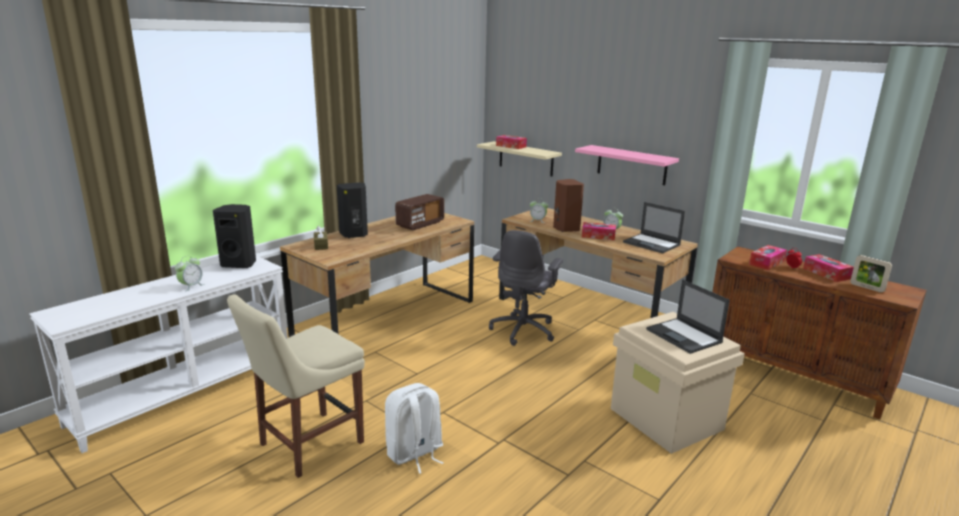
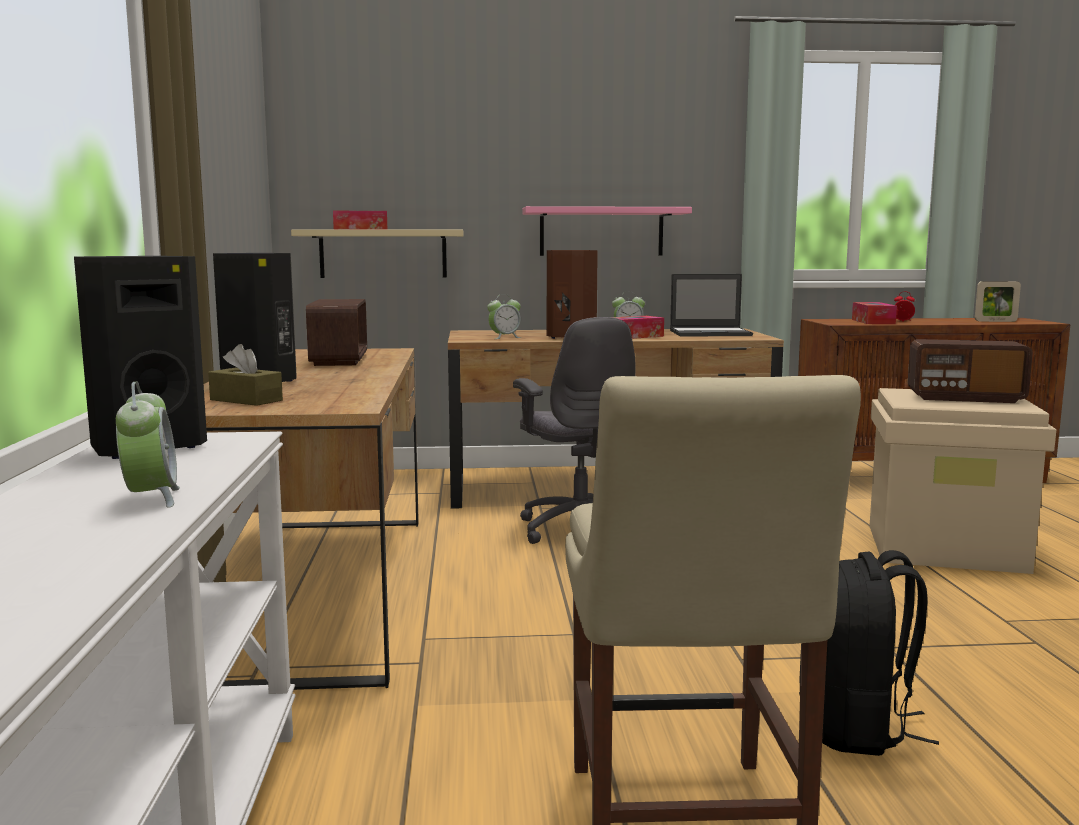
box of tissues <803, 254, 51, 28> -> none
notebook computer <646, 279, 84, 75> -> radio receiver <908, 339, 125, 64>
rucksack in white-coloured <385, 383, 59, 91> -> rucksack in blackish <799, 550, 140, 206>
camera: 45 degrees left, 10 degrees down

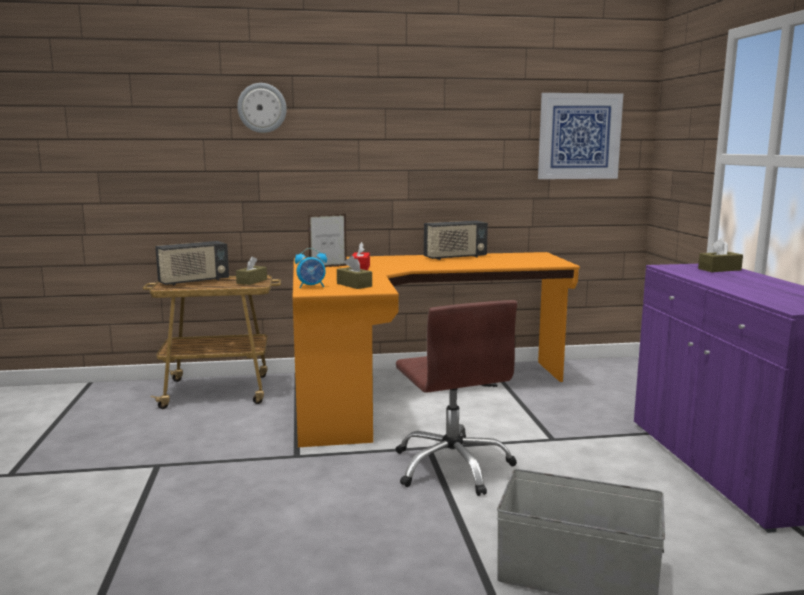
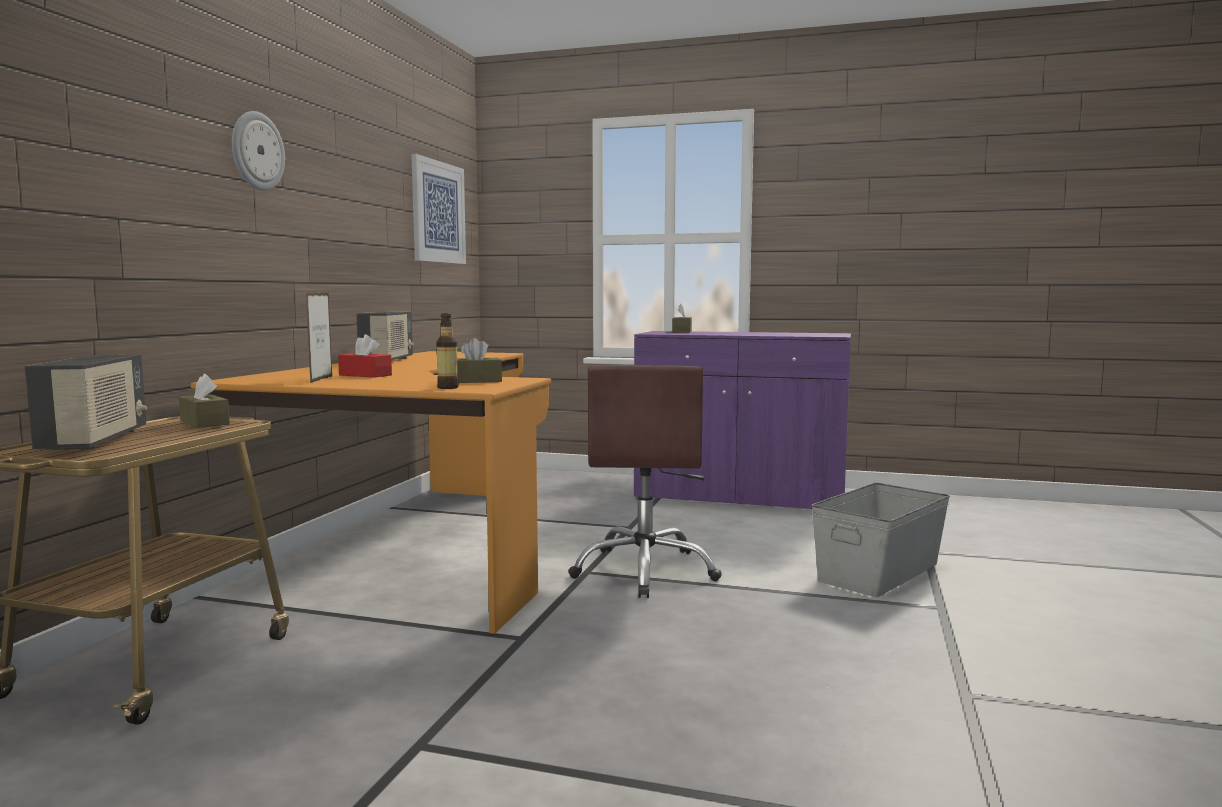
wall clock <237, 83, 50, 50> -> wall clock <232, 111, 53, 80>, shifted
table clock <295, 248, 32, 40> -> beverage bottle <436, 313, 23, 76>
computer chair in brown-coloured <396, 300, 121, 196> -> computer chair in brown-coloured <568, 365, 154, 233>, 90 degrees clockwise
camera: 65 degrees left, 5 degrees down

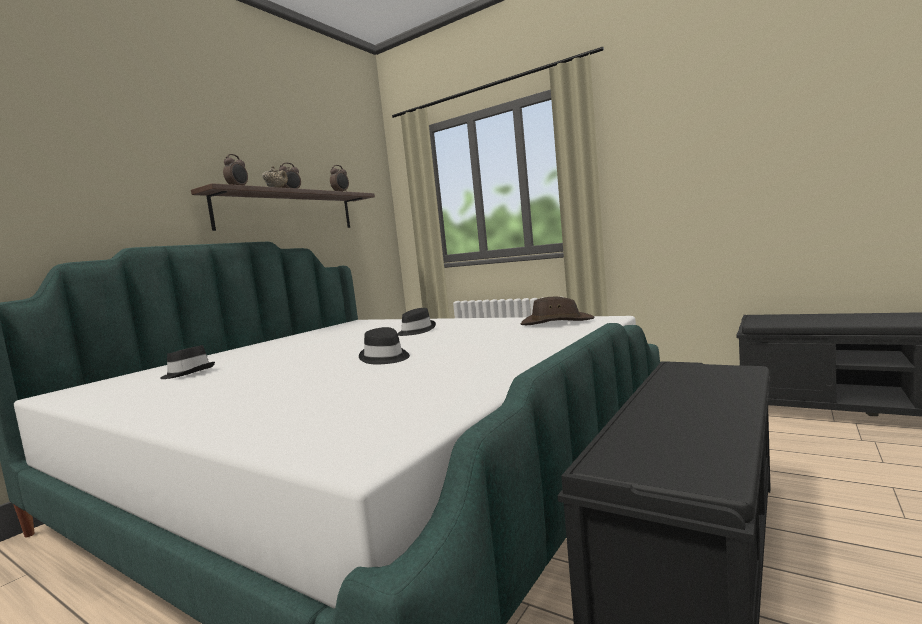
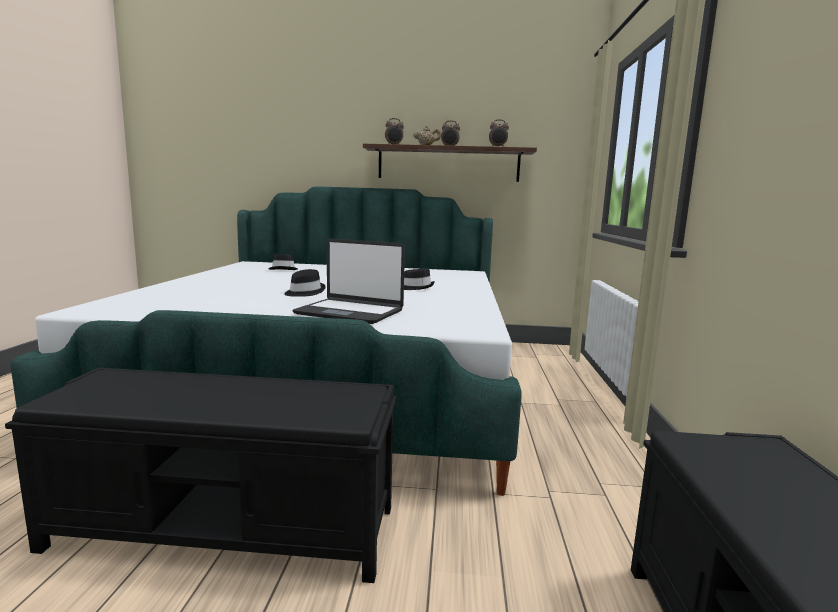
wearable hat in brown-coloured <521, 297, 73, 28> -> none
none -> notebook computer <292, 239, 113, 85>
camera: 60 degrees right, 5 degrees up

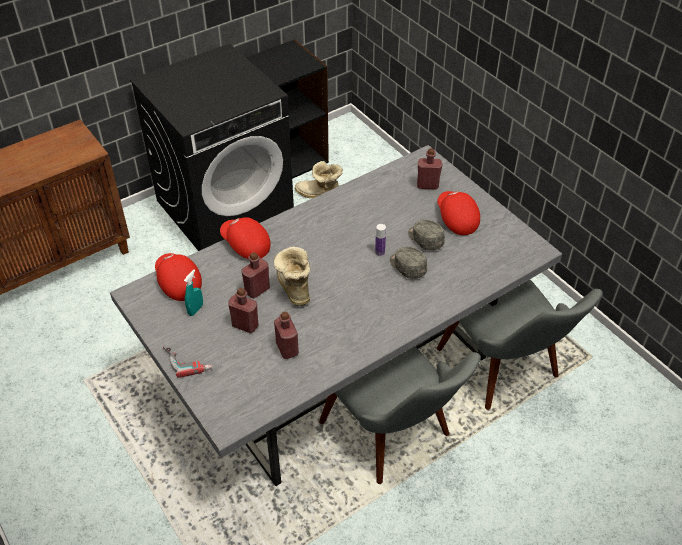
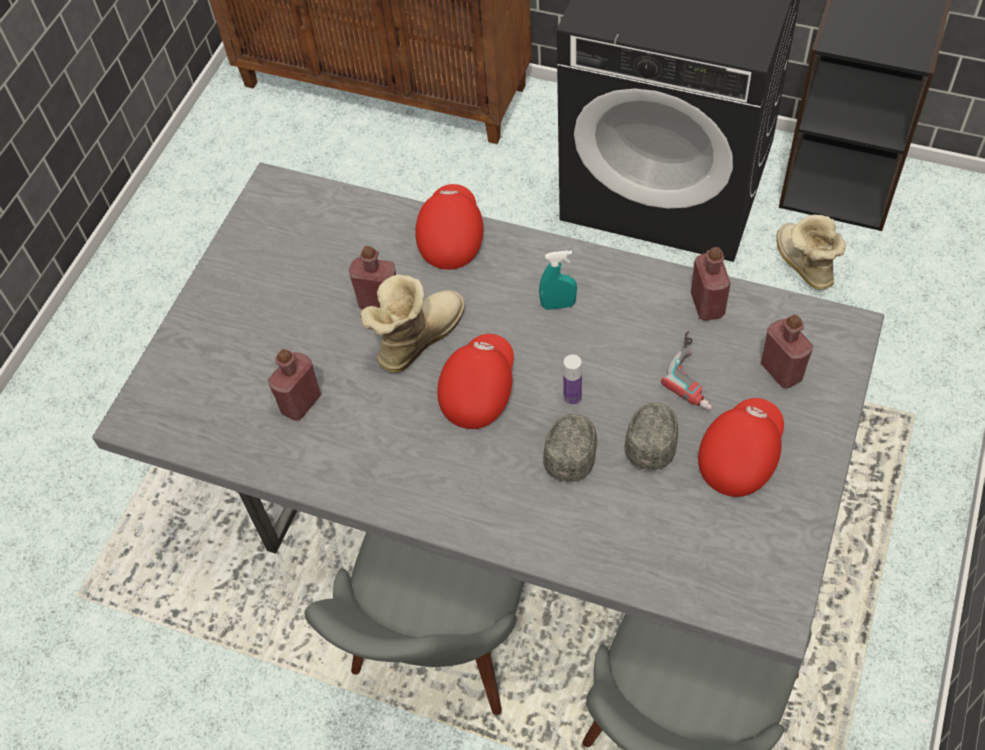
peaked cap in red-coloured <155, 253, 47, 48> -> peaked cap in red-coloured <437, 334, 77, 95>, shifted
hand sprayer in turquoise-coloured <184, 270, 19, 46> -> hand sprayer in turquoise-coloured <539, 251, 38, 59>, shifted
beverage bottle in red-coloured <228, 287, 31, 46> -> beverage bottle in red-coloured <691, 247, 40, 74>, shifted
power drill <163, 346, 49, 32> -> power drill <661, 331, 51, 79>, shifted
camera: 60 degrees right, 10 degrees up

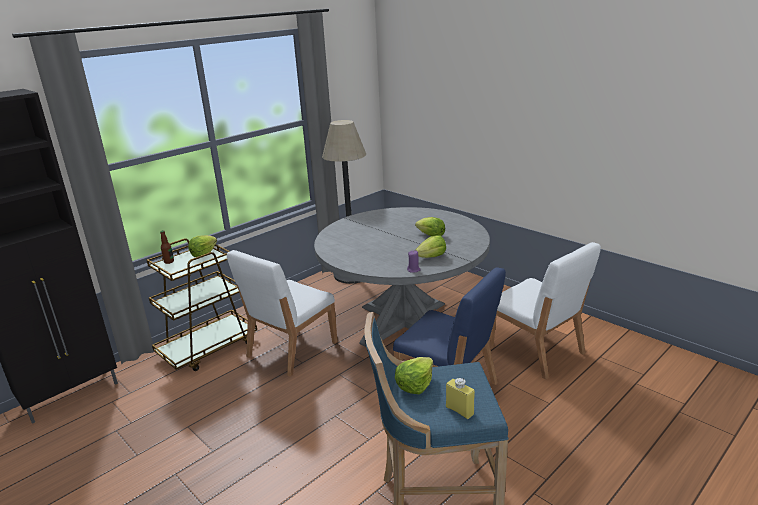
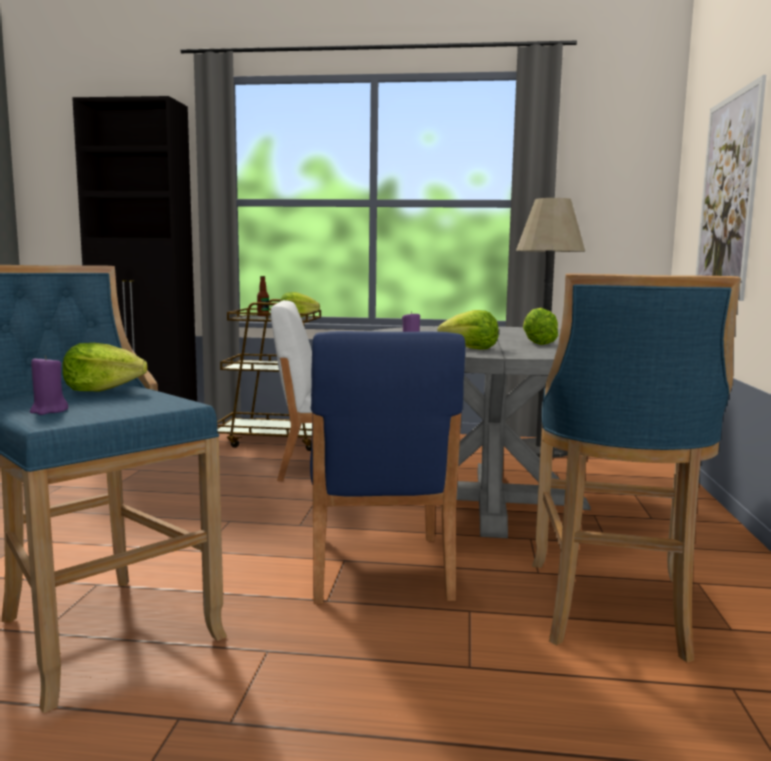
upright chair in white-coloured <489, 242, 112, 138> -> sitting stool in blue-coloured <532, 273, 209, 389>
beverage bottle in yellow-coloured <446, 378, 29, 41> -> wax candle in purplish <30, 355, 38, 60>
none -> wall art <696, 75, 70, 226>
camera: 50 degrees right, 15 degrees down

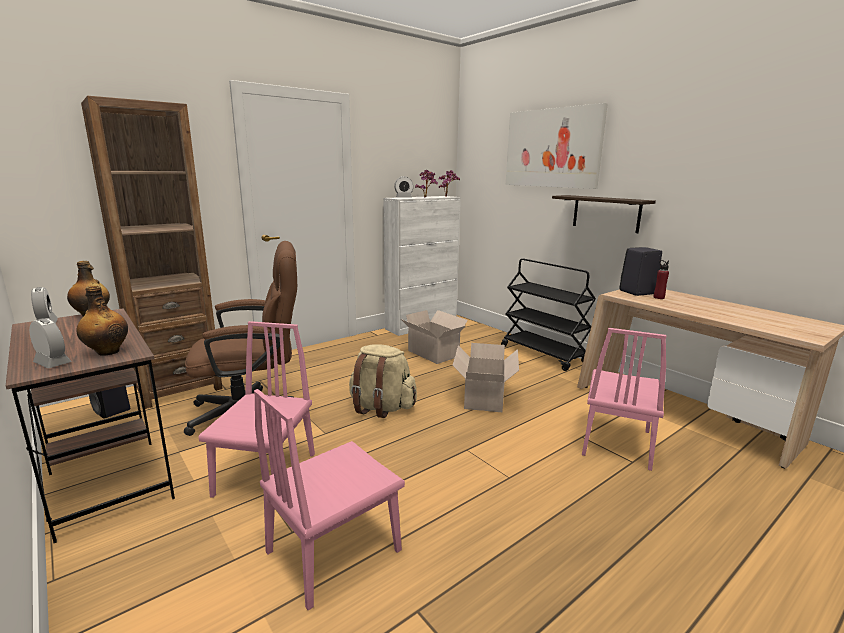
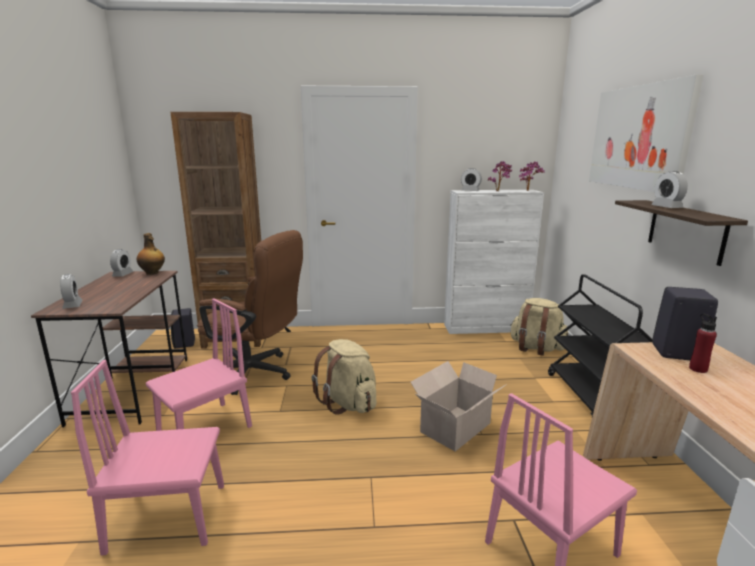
beverage bottle <76, 285, 52, 71> -> none
cardboard box <401, 310, 67, 54> -> none
none -> table clock <651, 171, 37, 37>
none -> rucksack in beige-coloured <510, 298, 59, 58>
camera: 35 degrees right, 0 degrees up

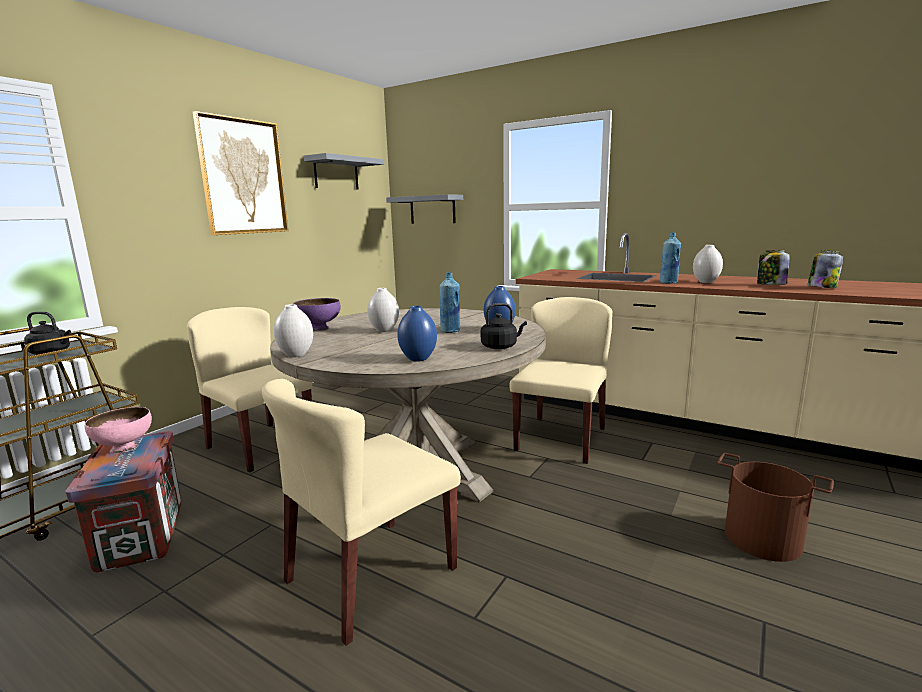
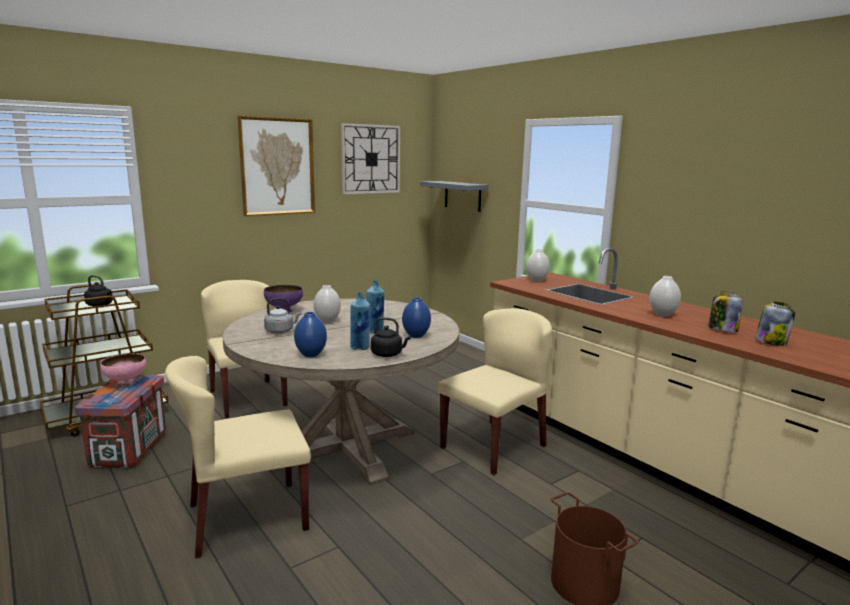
shelf in greyish <304, 153, 80, 36> -> wall clock <341, 123, 59, 71>
beverage bottle in blue-coloured <660, 233, 21, 51> -> beverage bottle in blue-coloured <350, 292, 20, 58>, shifted
flower vase in white-coloured <274, 304, 39, 53> -> flower vase in white-coloured <526, 249, 24, 33>, shifted
none -> water kettle in greyish <264, 298, 37, 36>
camera: 20 degrees right, 0 degrees up

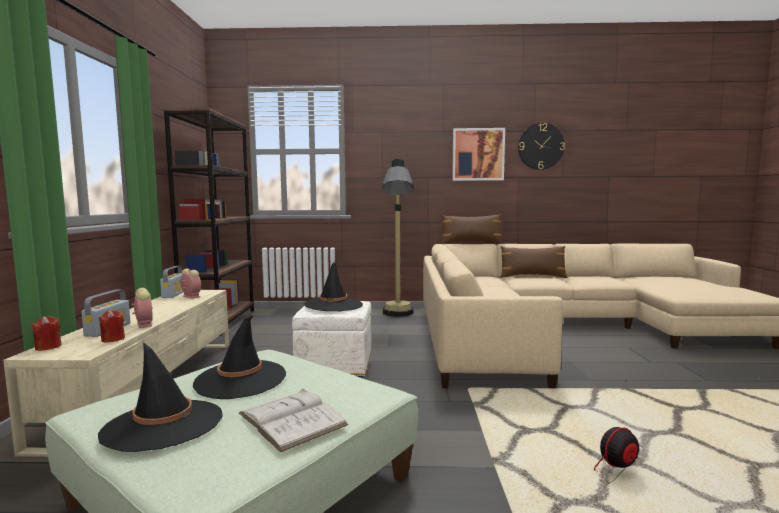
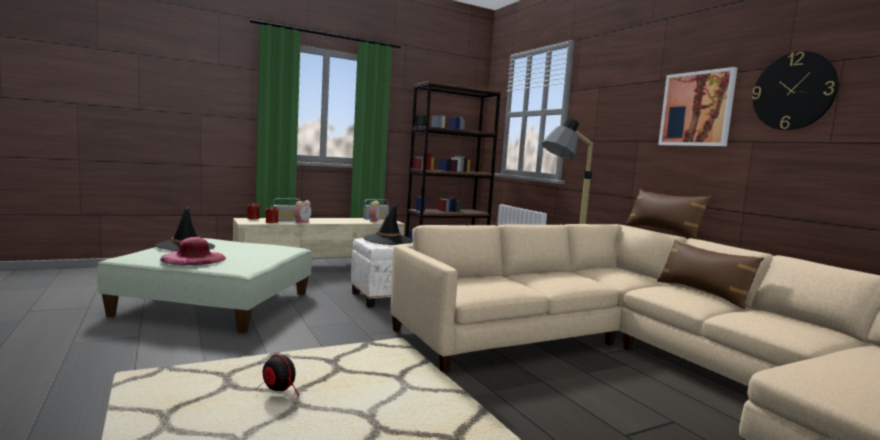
wearable hat in blackish <193, 315, 93, 84> -> none
volume in white-coloured <239, 388, 109, 64> -> wearable hat in pink-coloured <160, 237, 66, 28>
camera: 60 degrees right, 0 degrees up

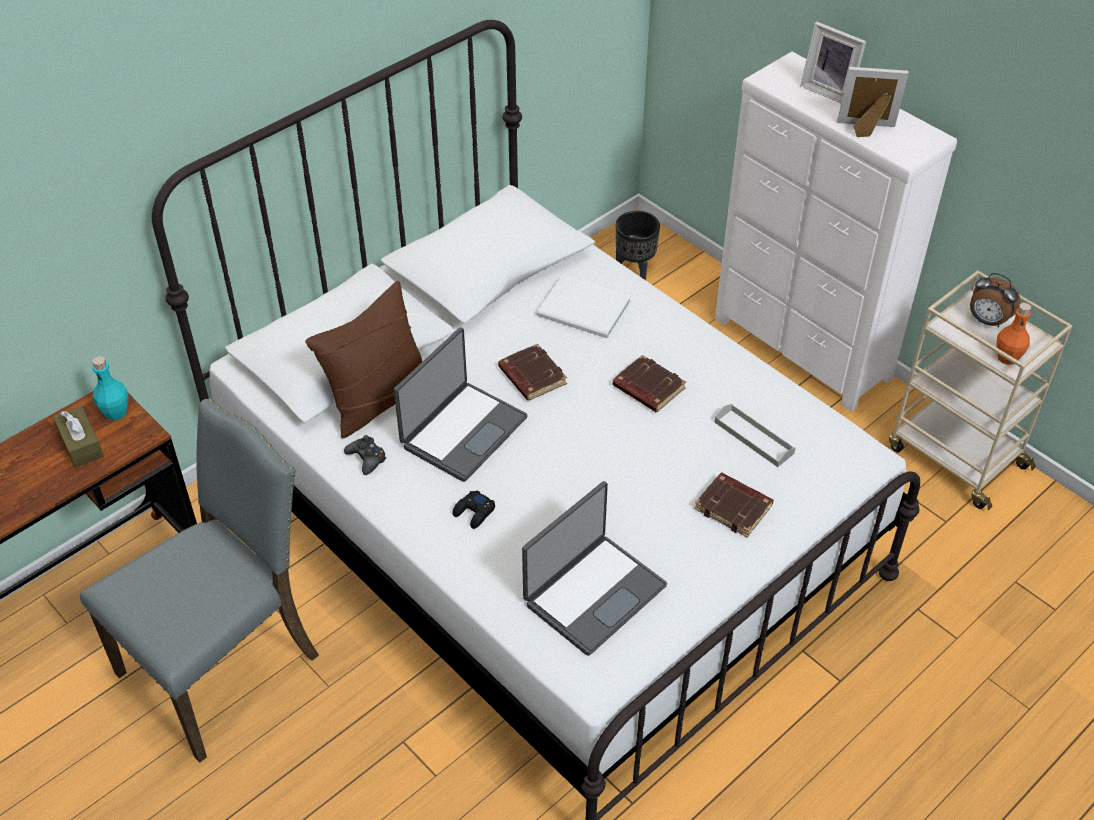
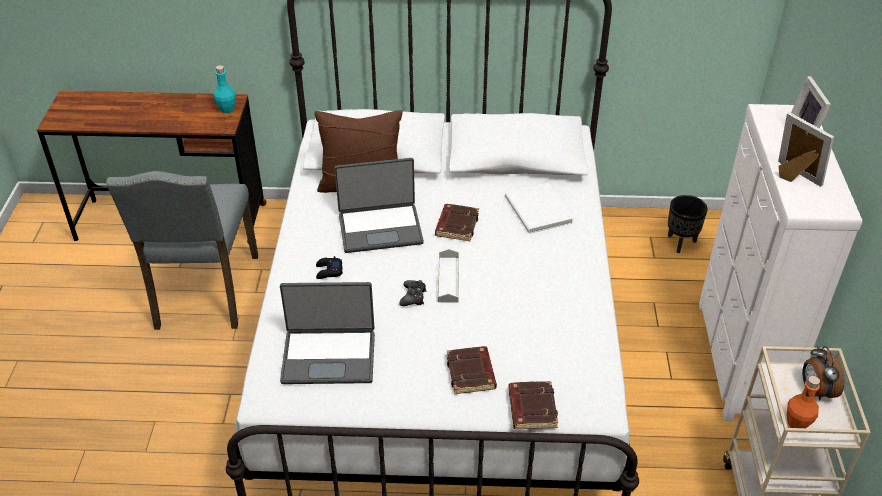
volume in brown-coloured <613, 355, 73, 57> -> volume in brown-coloured <508, 381, 50, 48>, shifted
upright chair in greyish <80, 398, 239, 365> -> upright chair in greyish <106, 171, 152, 159>, 90 degrees clockwise
carrying tray in greyish <714, 404, 82, 63> -> carrying tray in greyish <438, 249, 21, 54>, shifted
box of tissues in brown-coloured <53, 406, 51, 62> -> none
gamepad in blackish <344, 435, 42, 40> -> gamepad in blackish <399, 280, 27, 26>, shifted
camera: 45 degrees right, 5 degrees down

